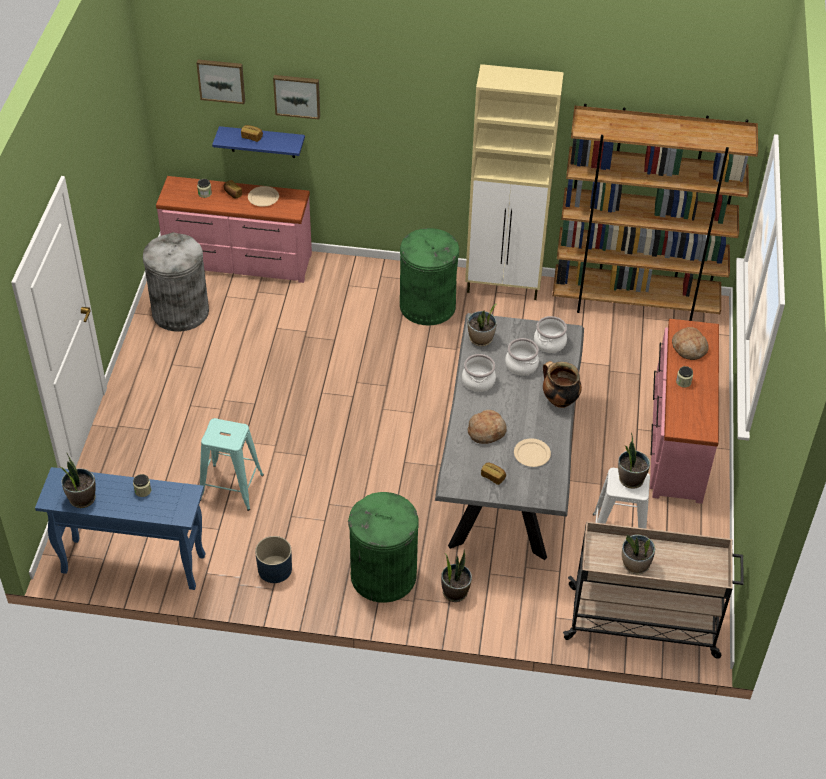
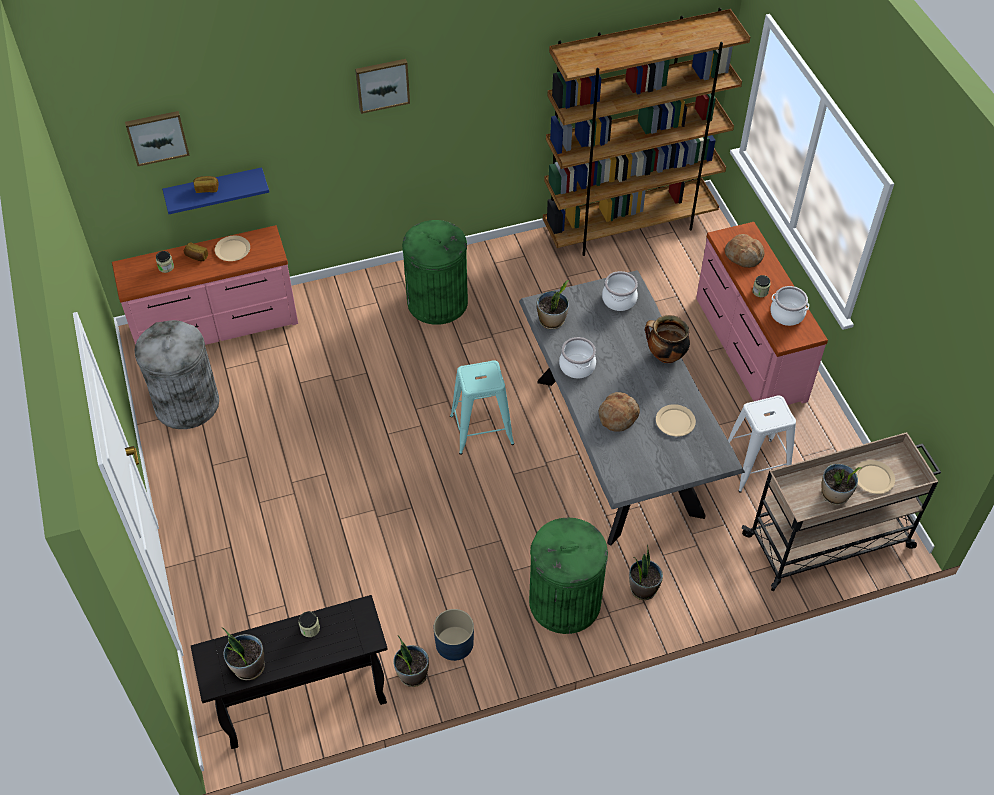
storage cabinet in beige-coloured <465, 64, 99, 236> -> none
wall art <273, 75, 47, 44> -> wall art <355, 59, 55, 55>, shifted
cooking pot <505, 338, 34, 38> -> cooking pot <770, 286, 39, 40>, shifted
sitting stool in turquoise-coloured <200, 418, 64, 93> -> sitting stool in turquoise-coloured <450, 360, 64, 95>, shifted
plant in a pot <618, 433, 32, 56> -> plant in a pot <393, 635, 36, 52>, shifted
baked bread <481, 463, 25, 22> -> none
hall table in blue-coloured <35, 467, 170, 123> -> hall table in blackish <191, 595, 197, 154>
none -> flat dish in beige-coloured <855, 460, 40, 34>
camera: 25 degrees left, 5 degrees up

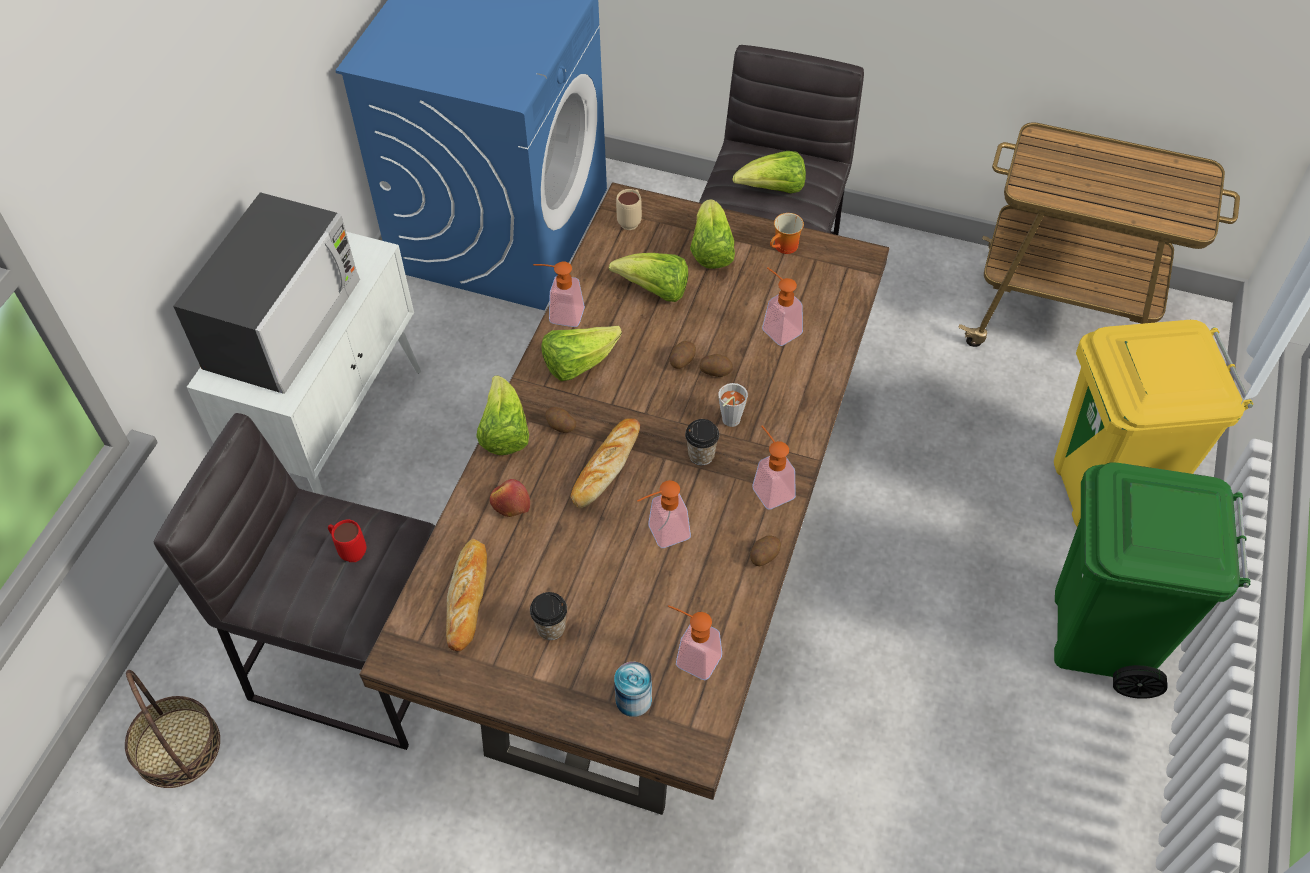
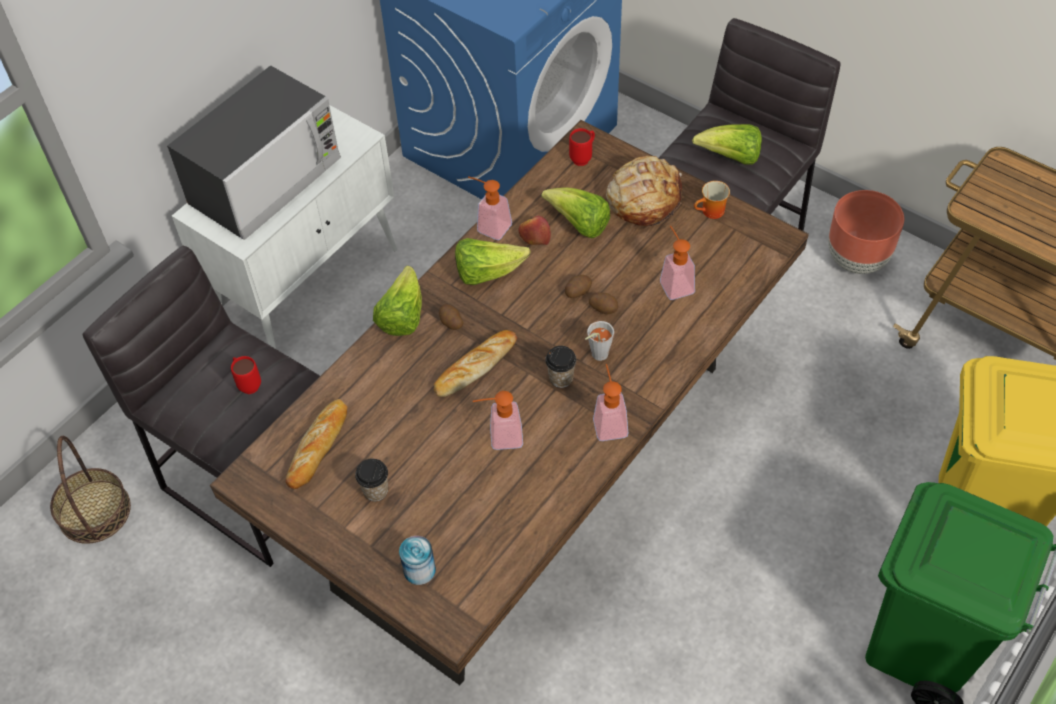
coffee mug in beige-coloured <616, 189, 26, 41> -> coffee mug in red-coloured <569, 128, 26, 38>
head of lettuce <690, 199, 45, 70> -> baked bread <606, 156, 76, 70>
whole apple <490, 479, 40, 38> -> whole apple <518, 216, 33, 29>, shifted
whole potato <750, 536, 31, 30> -> none
soap dispenser <668, 605, 54, 76> -> none
none -> plant pot in brown-coloured <828, 190, 76, 84>
camera: 20 degrees right, 0 degrees up

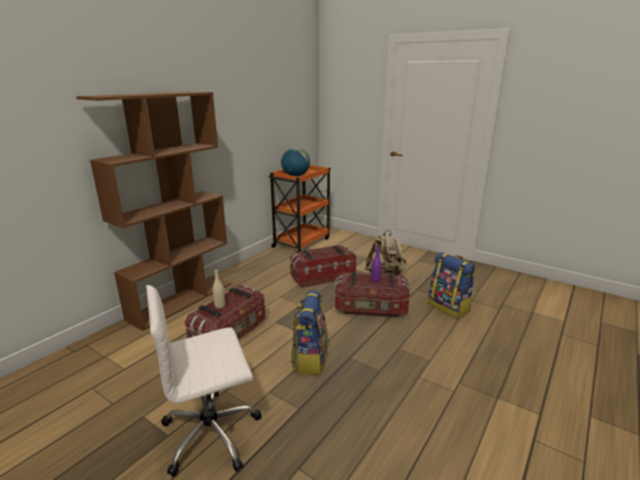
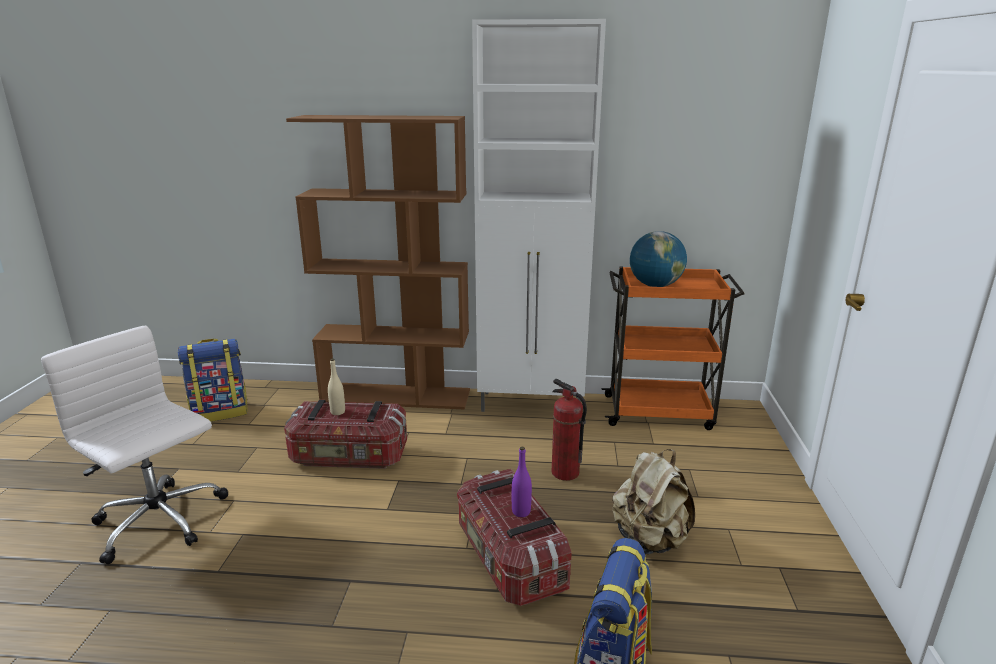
storage box <290, 245, 66, 43> -> extinguisher <552, 379, 35, 102>
rucksack <291, 290, 37, 85> -> rucksack <177, 339, 71, 83>, shifted
none -> storage cabinet in white-coloured <472, 19, 134, 393>
camera: 60 degrees right, 0 degrees up

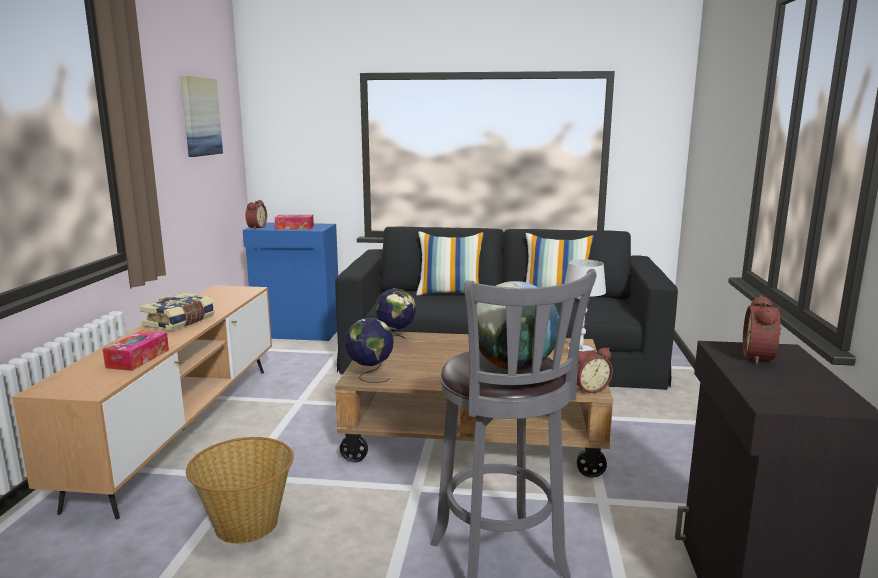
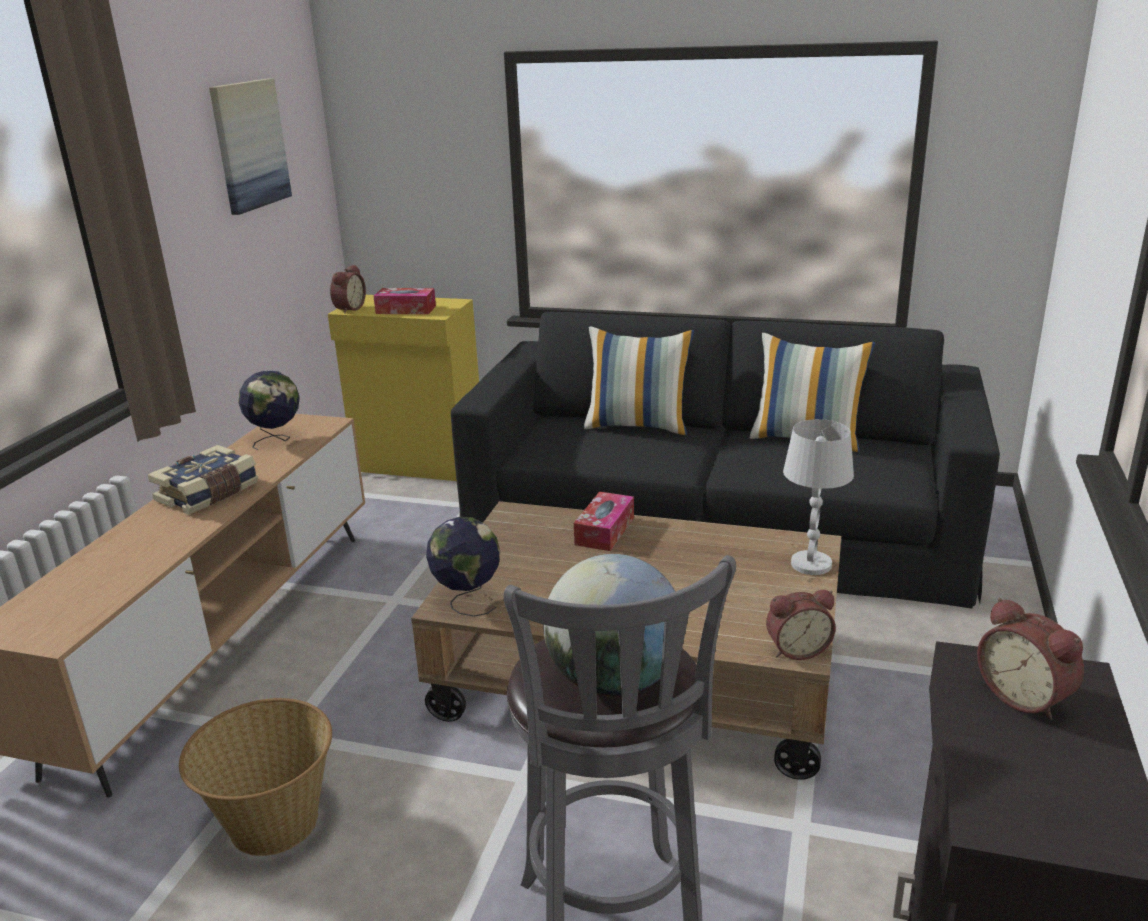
storage cabinet in blue-coloured <243, 222, 95, 119> -> storage cabinet in yellow-coloured <328, 295, 151, 186>
desk globe <375, 288, 41, 51> -> desk globe <238, 370, 62, 80>, shifted
table clock <743, 296, 39, 68> -> table clock <977, 598, 107, 123>, 60 degrees counterclockwise
box of tissues <103, 331, 66, 40> -> box of tissues <574, 492, 60, 59>, shifted
camera: 10 degrees right, 10 degrees up

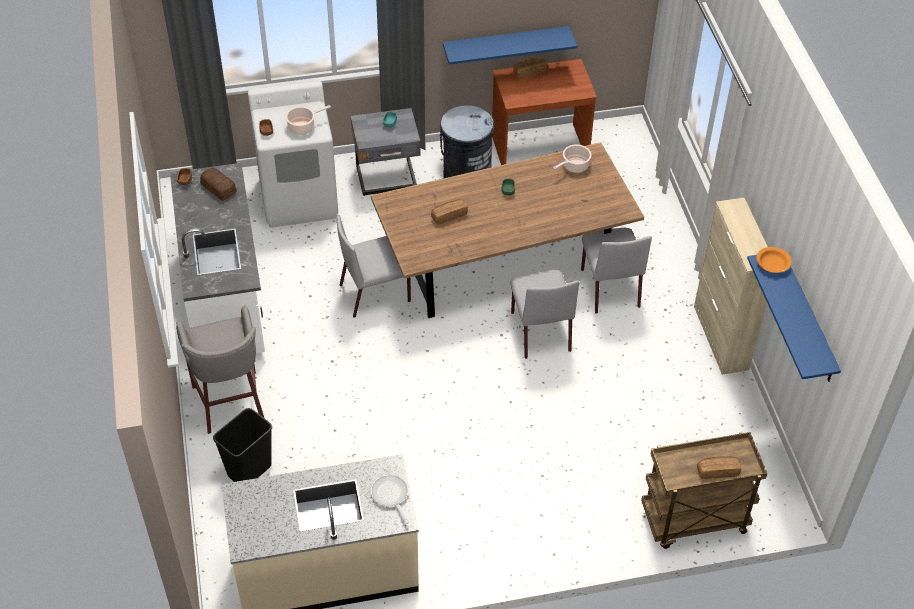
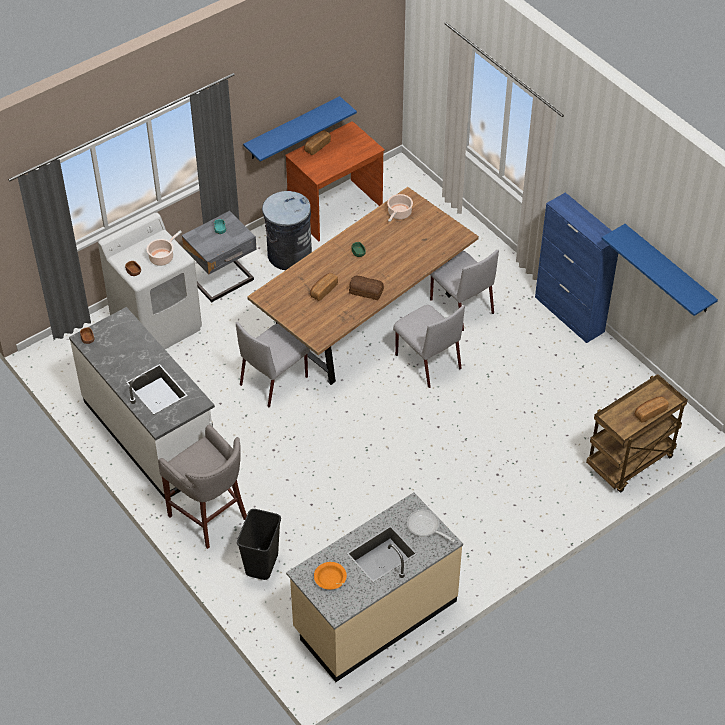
baked bread <200, 168, 37, 33> -> baked bread <349, 276, 35, 24>, shifted
storage cabinet in beige-coloured <694, 198, 73, 177> -> storage cabinet in blue-coloured <535, 192, 83, 151>
deep dish in orange <756, 247, 36, 26> -> deep dish in orange <314, 562, 33, 28>, shifted
camera: 25 degrees left, 0 degrees up

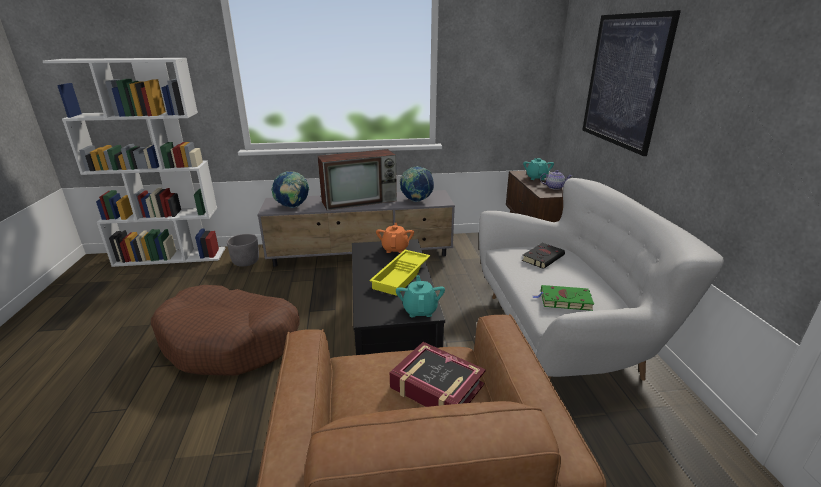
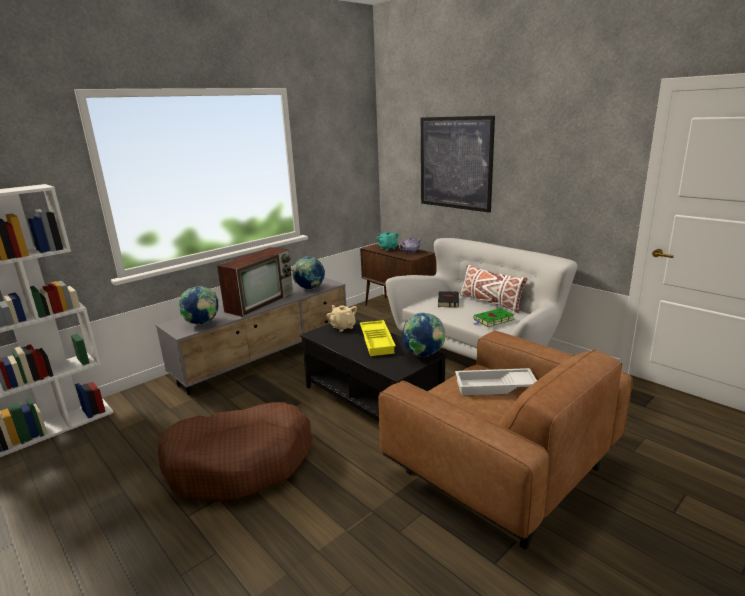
tea pot in orange <376, 223, 38, 30> -> tea pot in beige-coloured <327, 305, 30, 27>
plant pot in greyish <227, 234, 32, 33> -> none
tea pot in turquoise-coloured <396, 275, 49, 42> -> desk globe <402, 312, 44, 45>
volume <390, 342, 96, 65> -> carrying tray in white-coloured <455, 368, 82, 27>
none -> throw pillow in white-coloured <460, 265, 68, 48>
camera: 35 degrees left, 5 degrees down

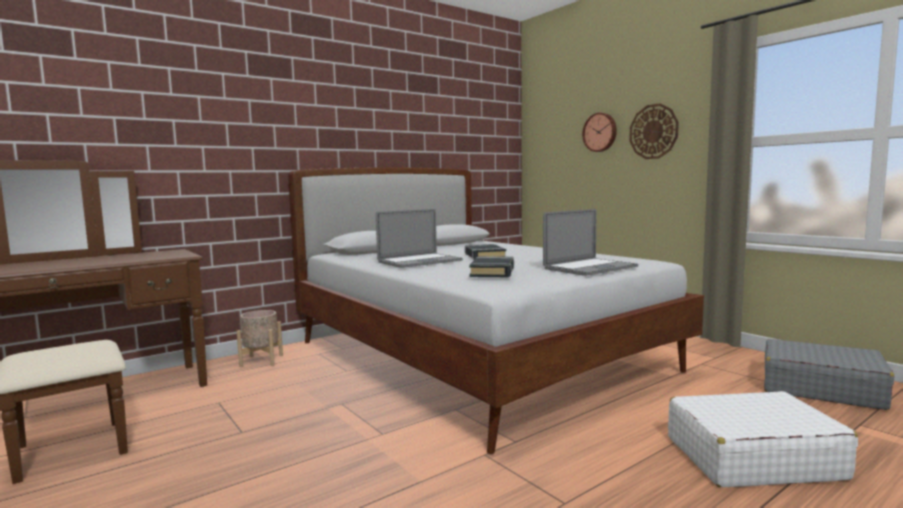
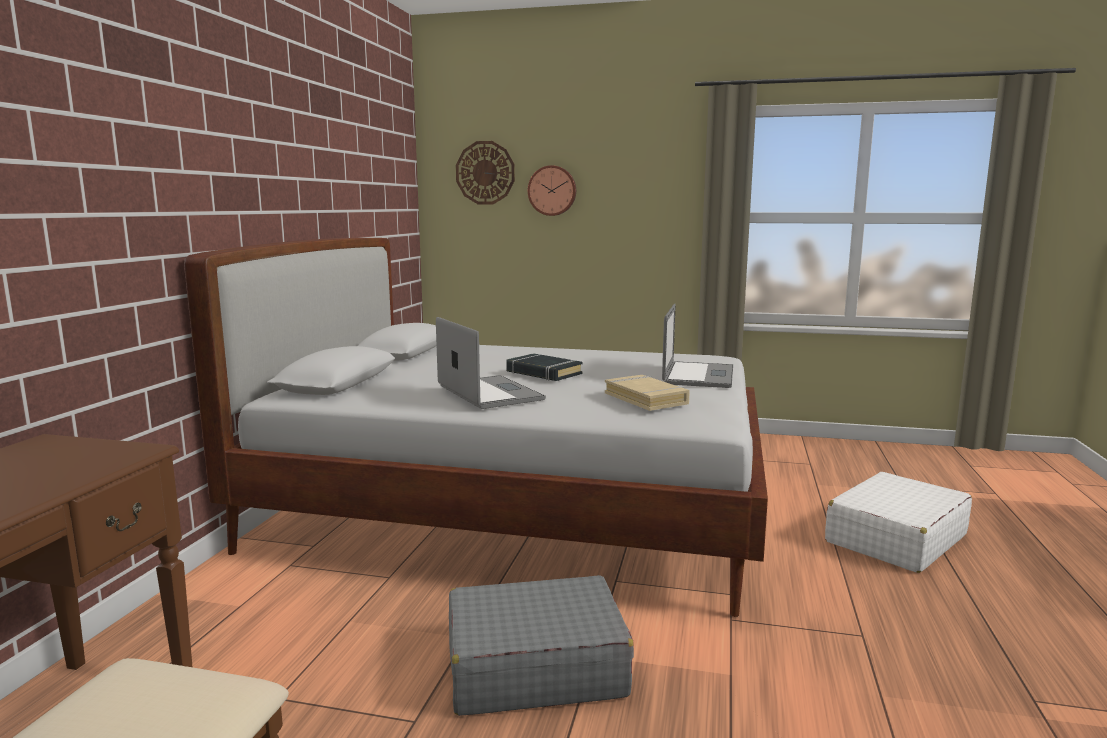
wall clock <629, 103, 50, 56> -> wall clock <456, 141, 59, 63>, shifted
notebook computer <376, 209, 87, 59> -> notebook computer <436, 317, 110, 92>, 45 degrees counterclockwise
volume in blackish <469, 257, 45, 20> -> volume in beige-coloured <605, 375, 85, 36>
plant pot in beige-coloured <237, 310, 46, 57> -> none
piece of luggage in greyish <764, 339, 130, 71> -> piece of luggage in greyish <449, 575, 185, 141>, shifted
camera: 40 degrees left, 5 degrees up

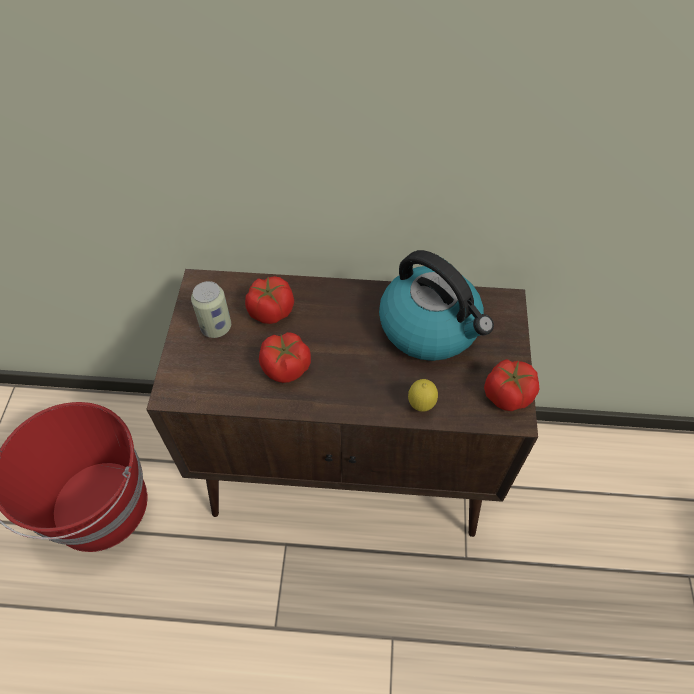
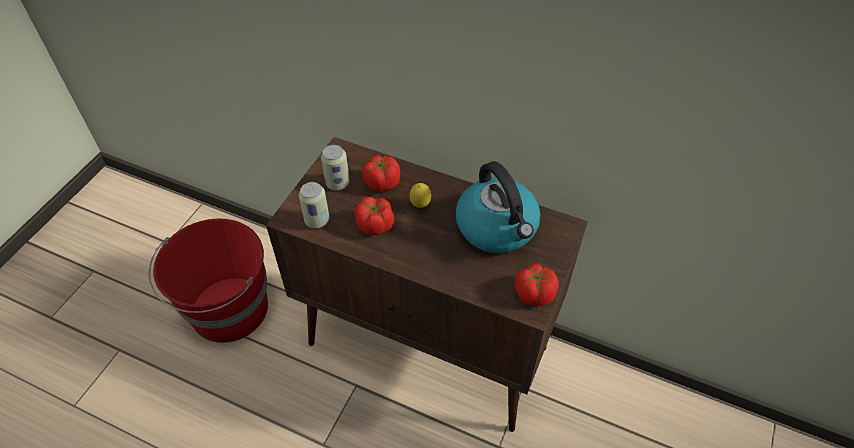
citrus fruit <408, 379, 30, 33> -> citrus fruit <410, 183, 21, 25>, shifted
none -> sealed can <299, 182, 30, 46>
camera: 20 degrees right, 5 degrees down

